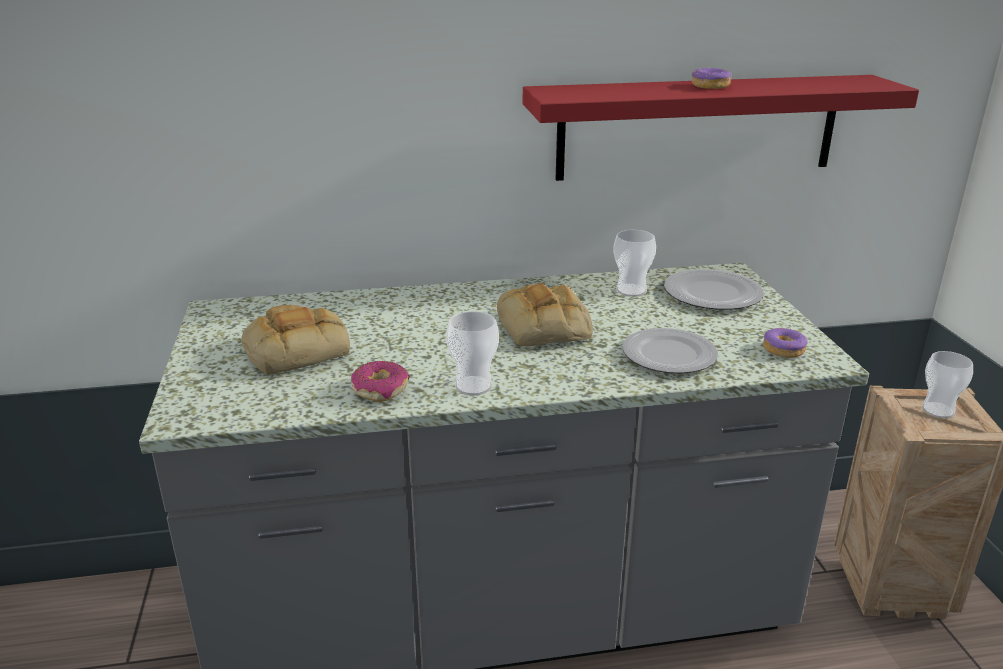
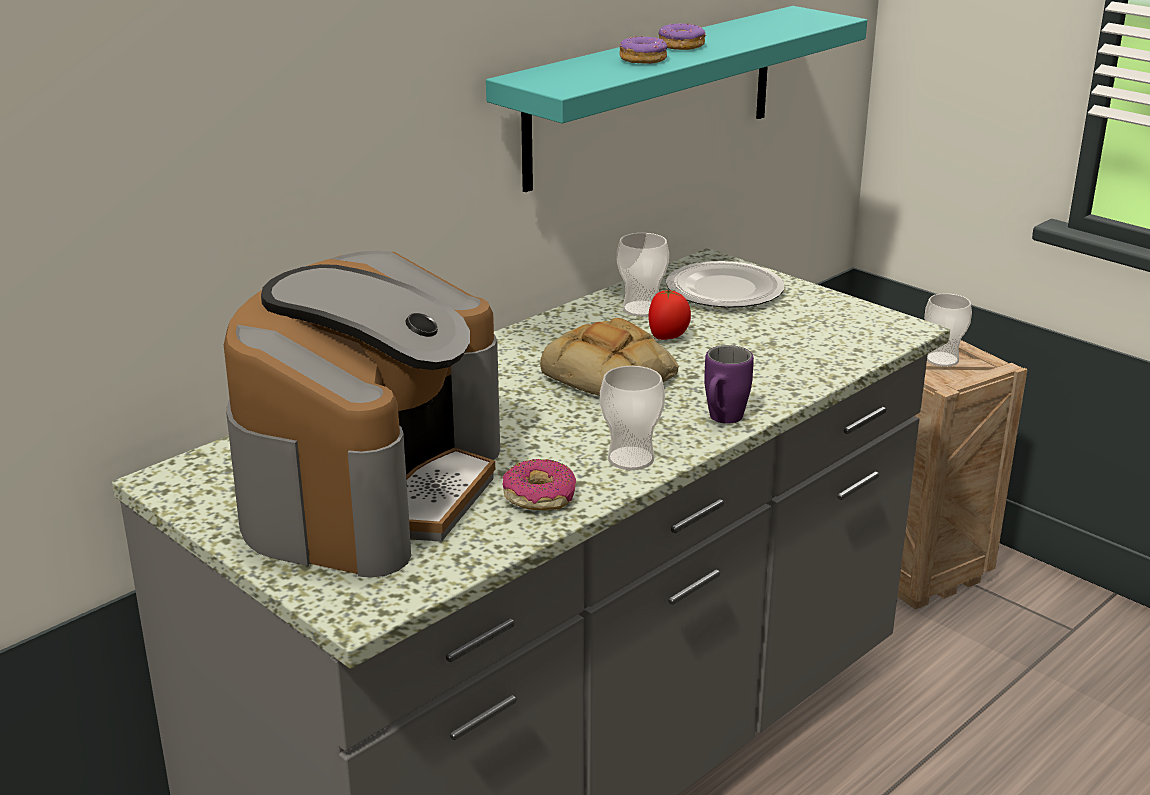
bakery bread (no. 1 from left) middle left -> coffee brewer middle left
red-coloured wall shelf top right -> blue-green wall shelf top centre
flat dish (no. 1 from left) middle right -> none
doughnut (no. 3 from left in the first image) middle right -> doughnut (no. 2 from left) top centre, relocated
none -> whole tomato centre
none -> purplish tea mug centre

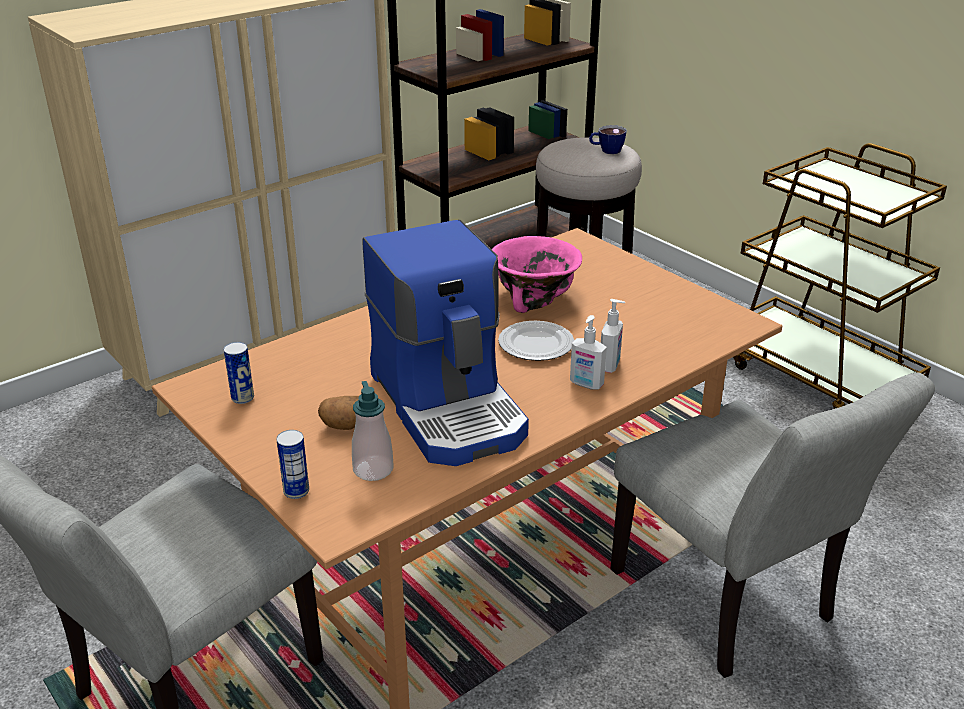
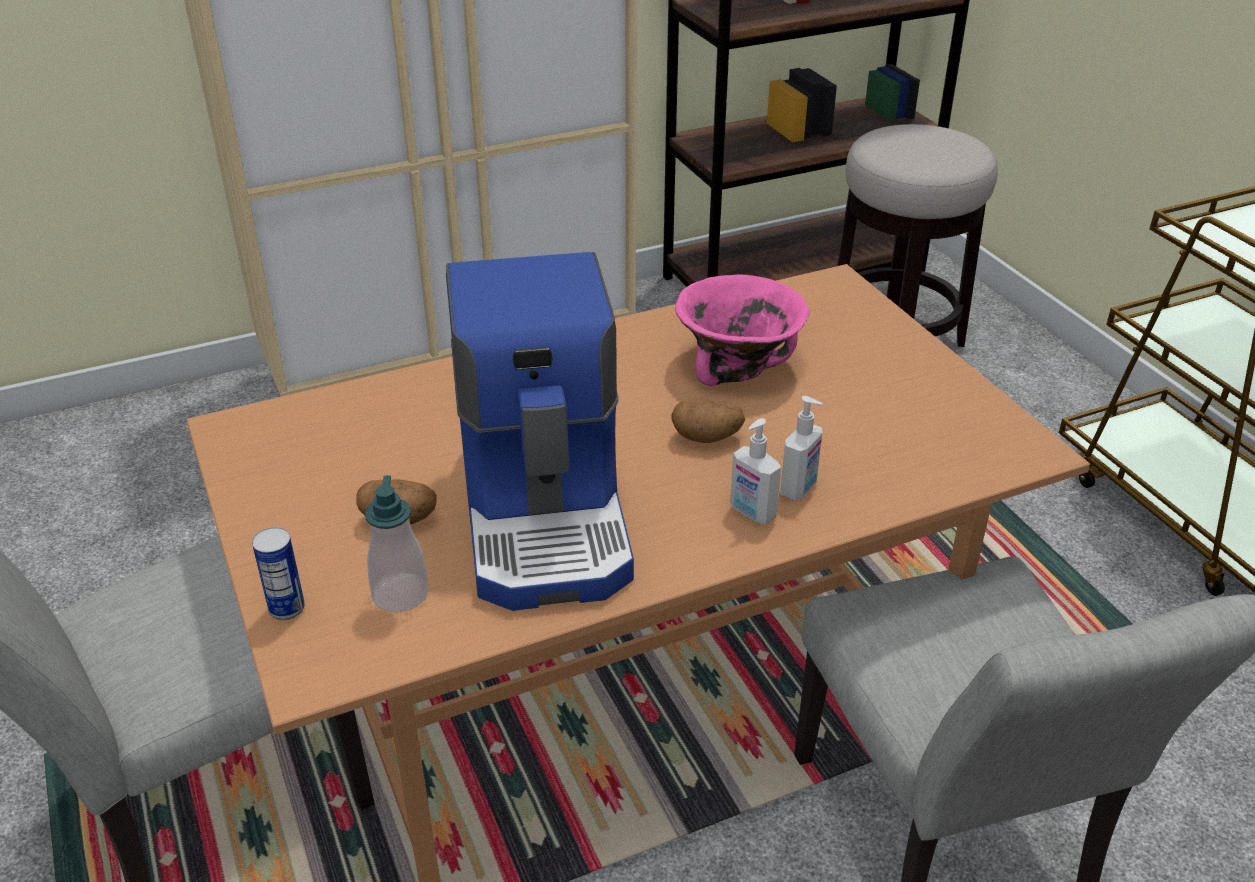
sealed can (no. 1 from left) middle left -> none
flat dish centre -> potato (no. 2 from left) centre
small cup top centre -> none

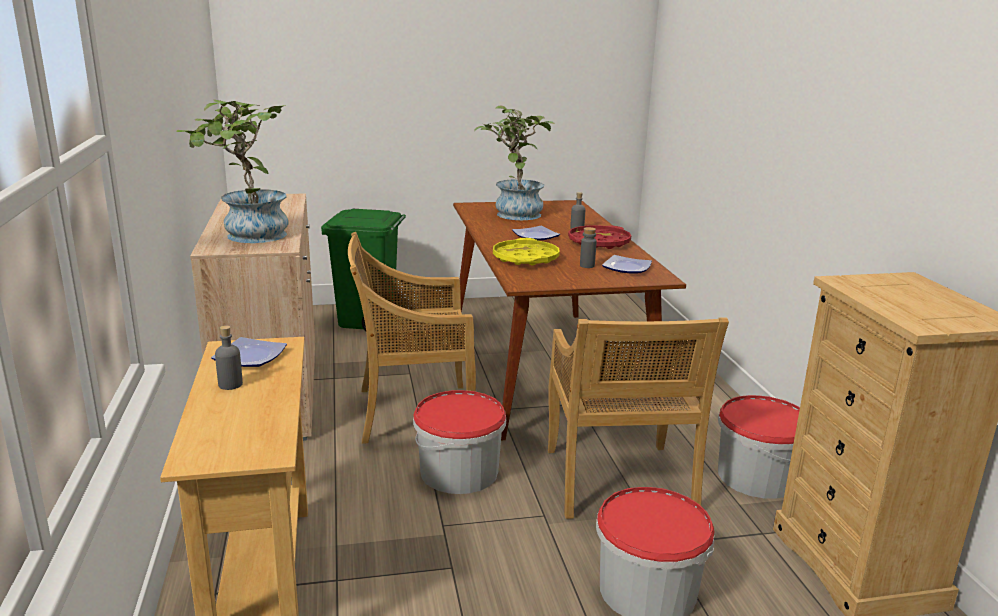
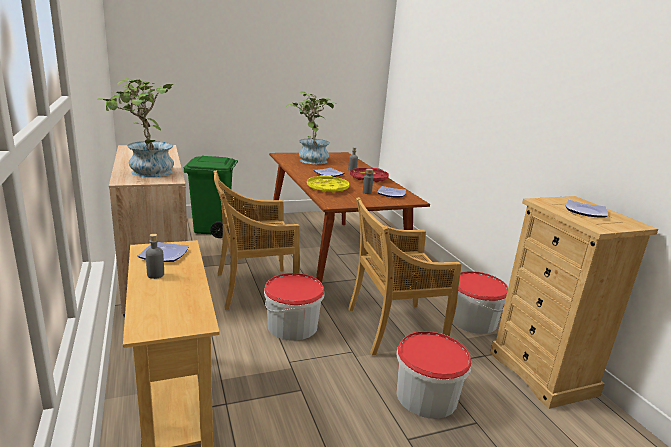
beige plain chair (no. 2 from left) bottom centre -> beige plain chair (no. 2 from left) centre, 90 degrees clockwise
none -> flat dish (no. 4 from left) middle right

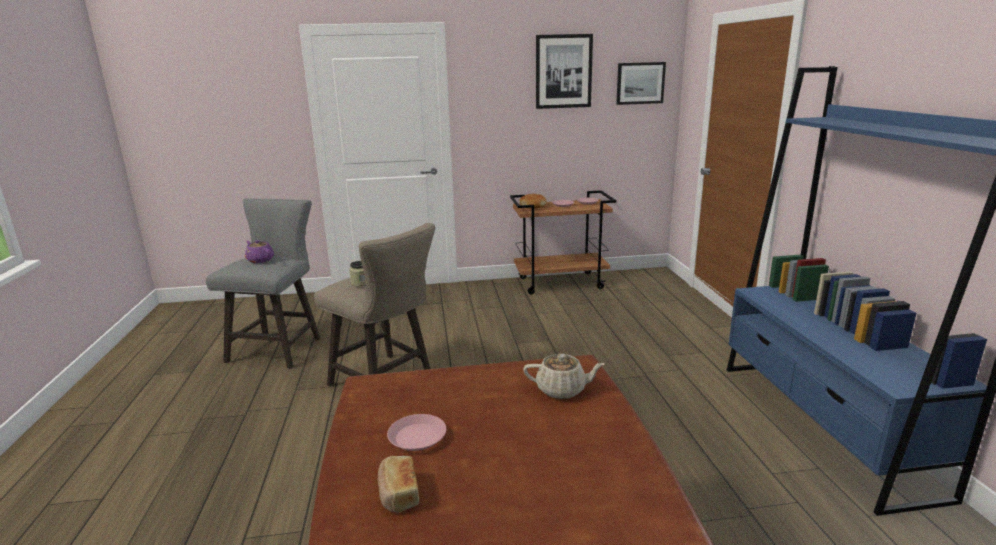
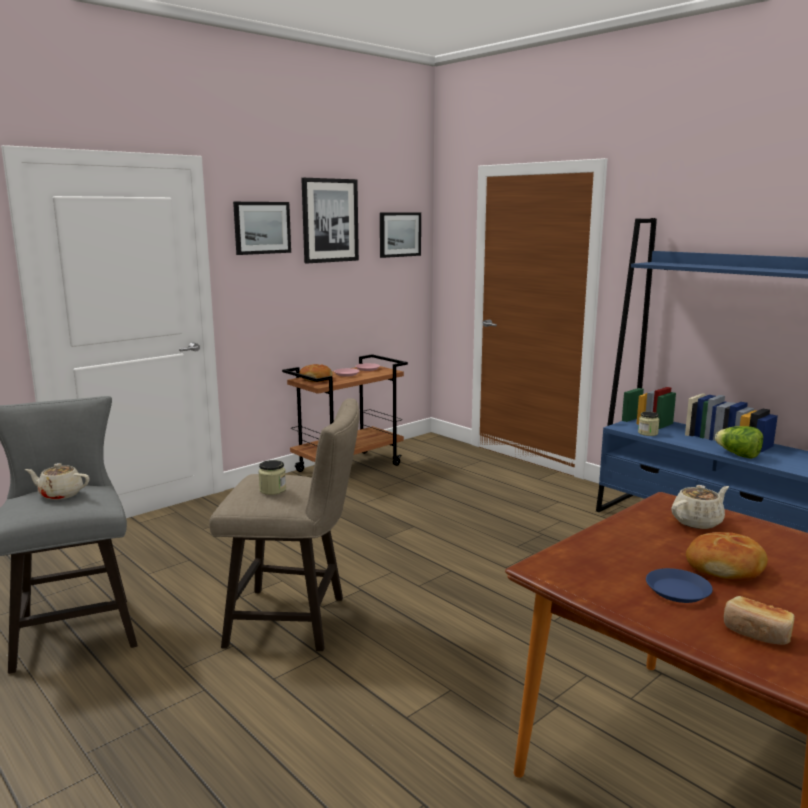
purplish tea pot middle left -> beige tea pot (no. 1 from left) middle left
pinkish flat dish (no. 1 from left) bottom centre -> bluish flat dish bottom right
none -> picture (no. 1 from left) top left
none -> storage jar (no. 2 from left) middle right
none -> bakery bread (no. 2 from left) bottom right
none -> head of lettuce middle right

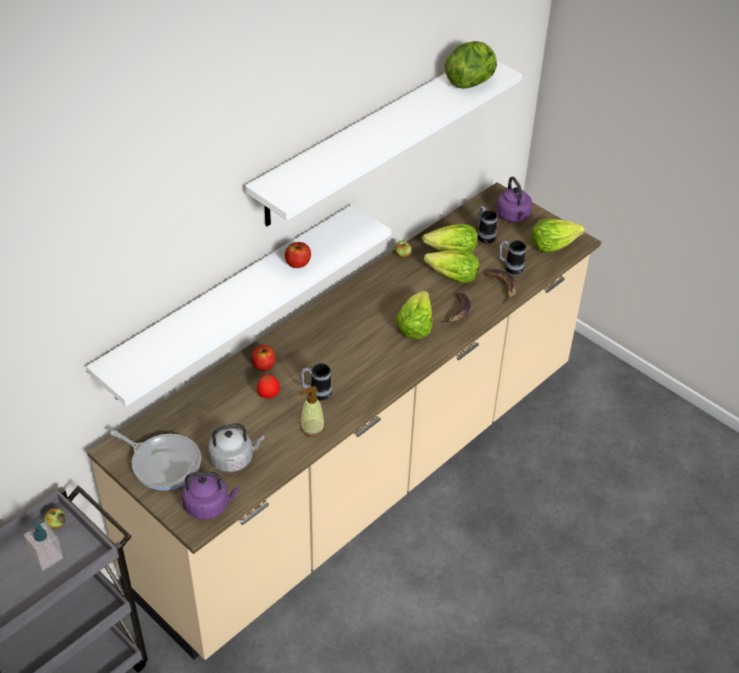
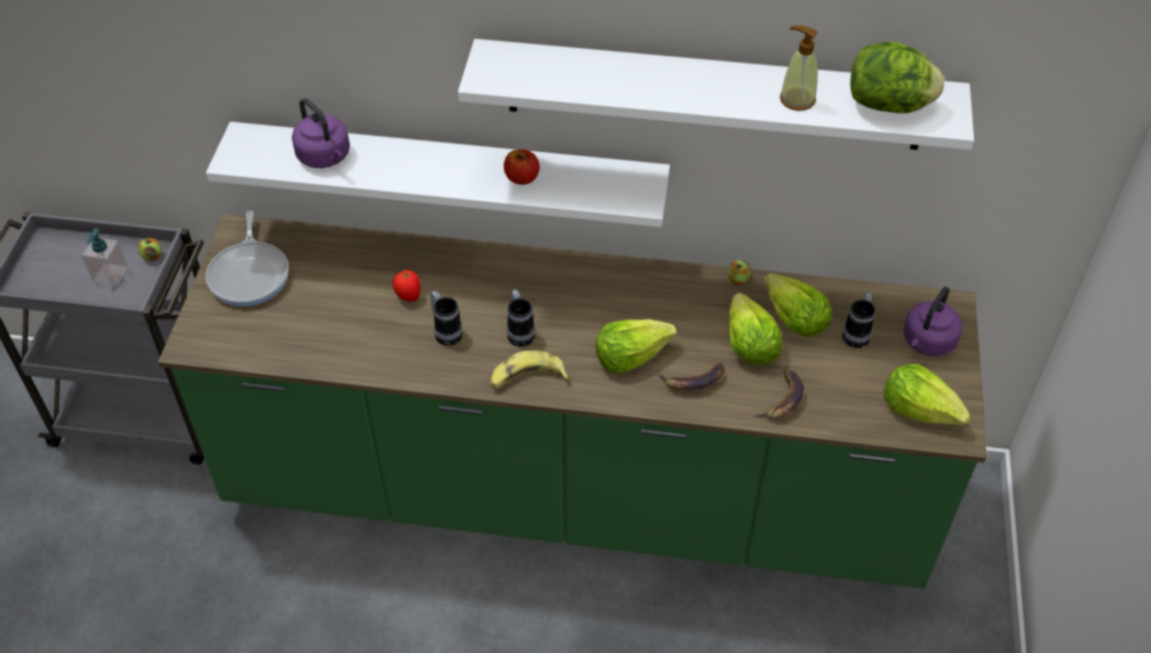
beige kitchen counter centre -> green-coloured kitchen counter centre
purplish water kettle (no. 1 from left) bottom left -> purplish water kettle (no. 1 from left) top left, relocated
gray water kettle middle left -> none
apple fruit (no. 2 from left) centre -> none
soap bottle (no. 2 from left) centre -> soap bottle (no. 2 from left) top right, relocated
tea mug (no. 3 from left in the first image) middle right -> tea mug (no. 2 from left) centre, relocated
none -> banana (no. 1 from left) centre

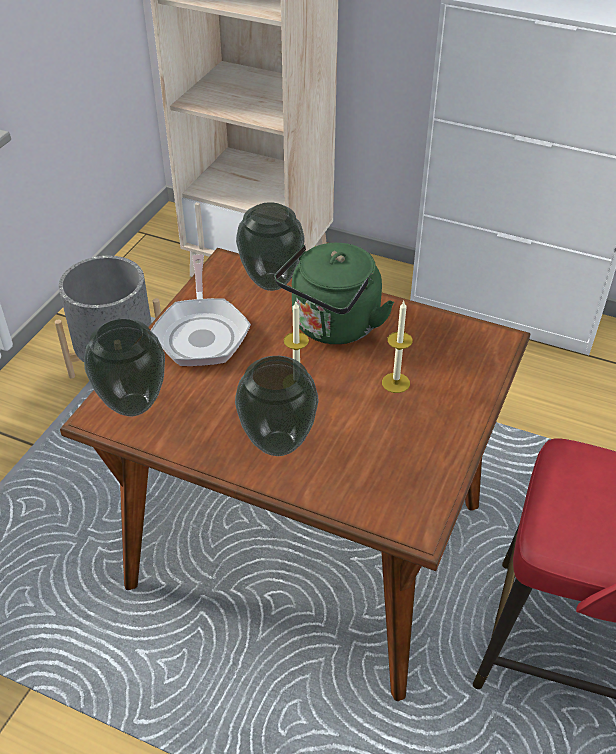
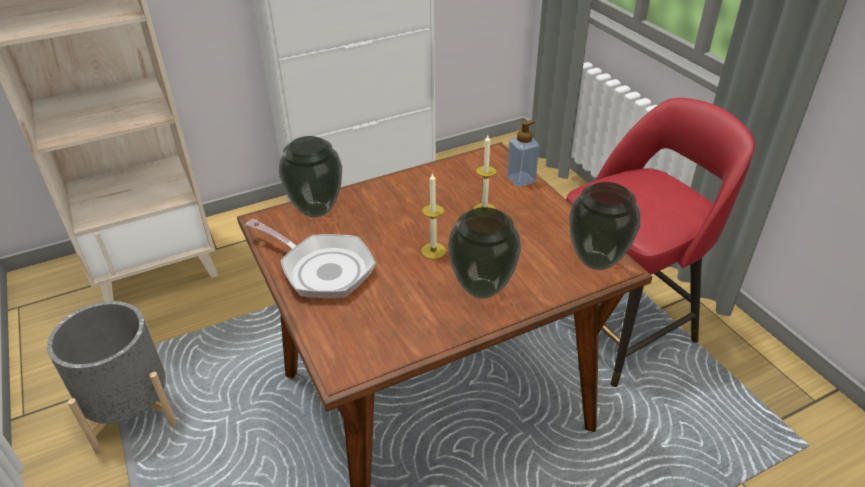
vase (no. 1 from left in the first image) middle left -> vase (no. 3 from left) middle right, relocated
green-coloured water kettle centre -> none
none -> soap bottle top centre

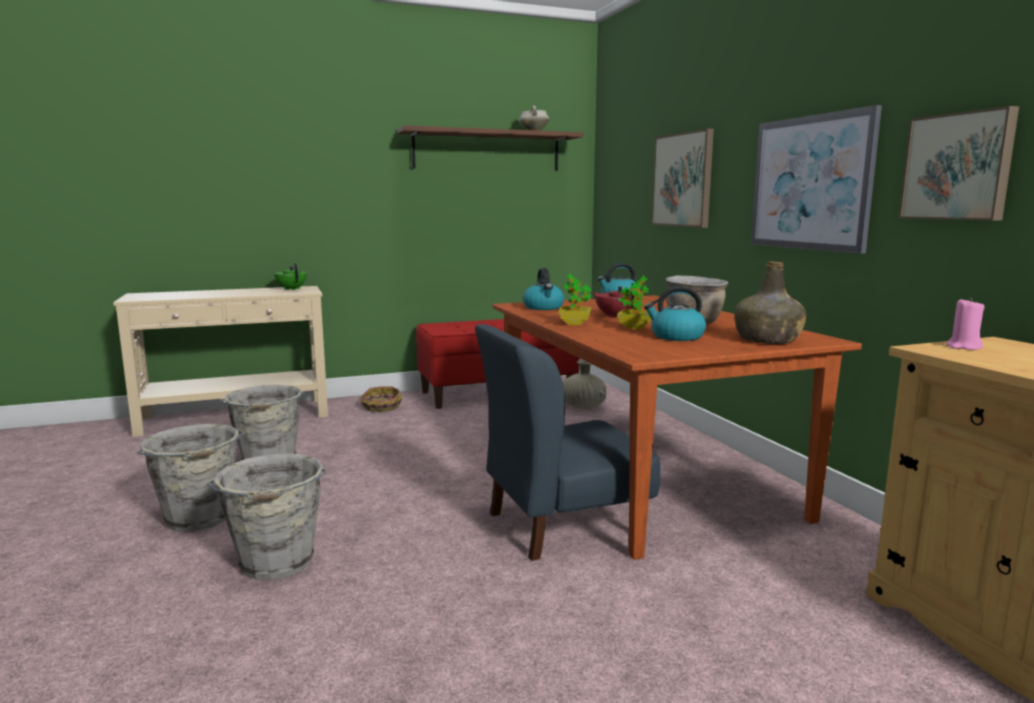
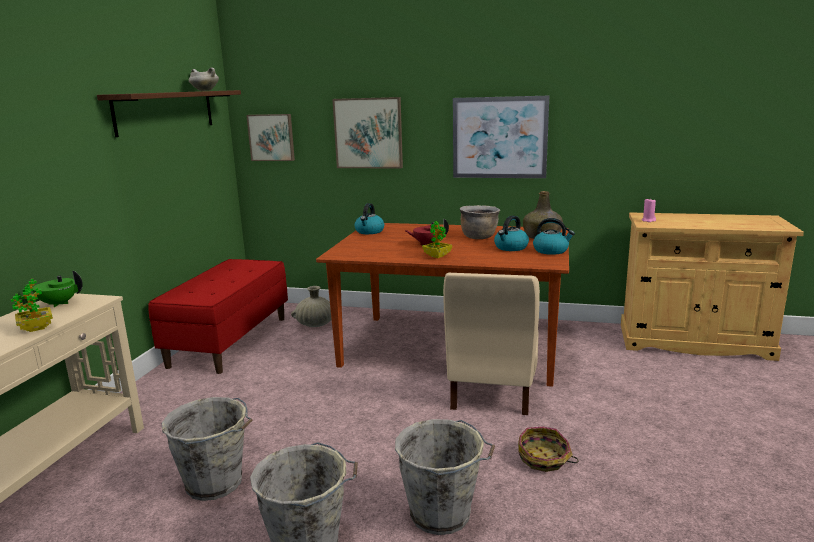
storage basket centre -> storage basket bottom right, relocated
bluish plain chair centre -> beige plain chair centre
water kettle (no. 1 from left in the first image) centre -> water kettle (no. 3 from left) middle right, relocated
plant in a pot (no. 2 from left in the first image) centre -> plant in a pot (no. 1 from left) middle left, relocated
picture (no. 3 from left in the first image) top right -> picture (no. 1 from left) top left, relocated

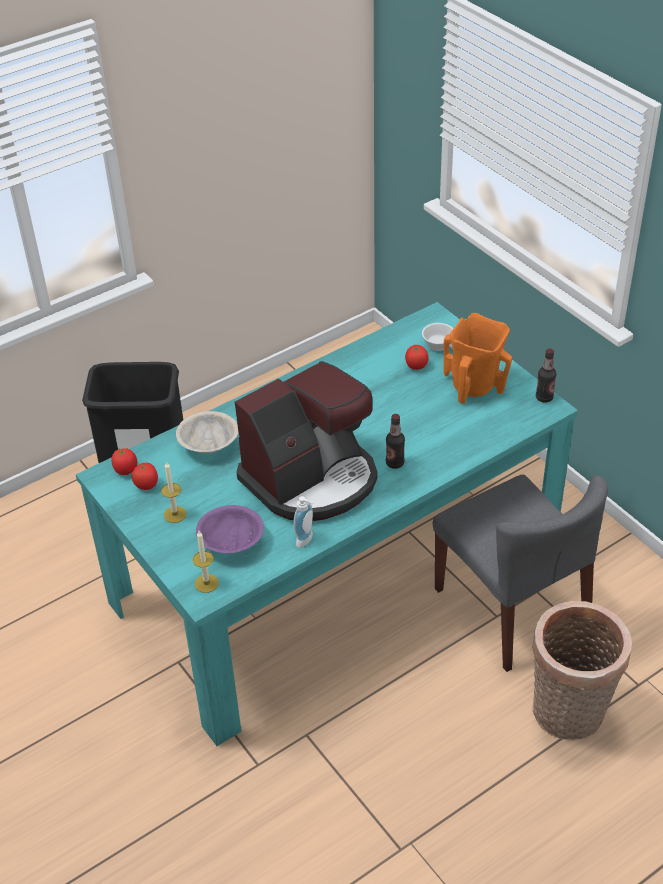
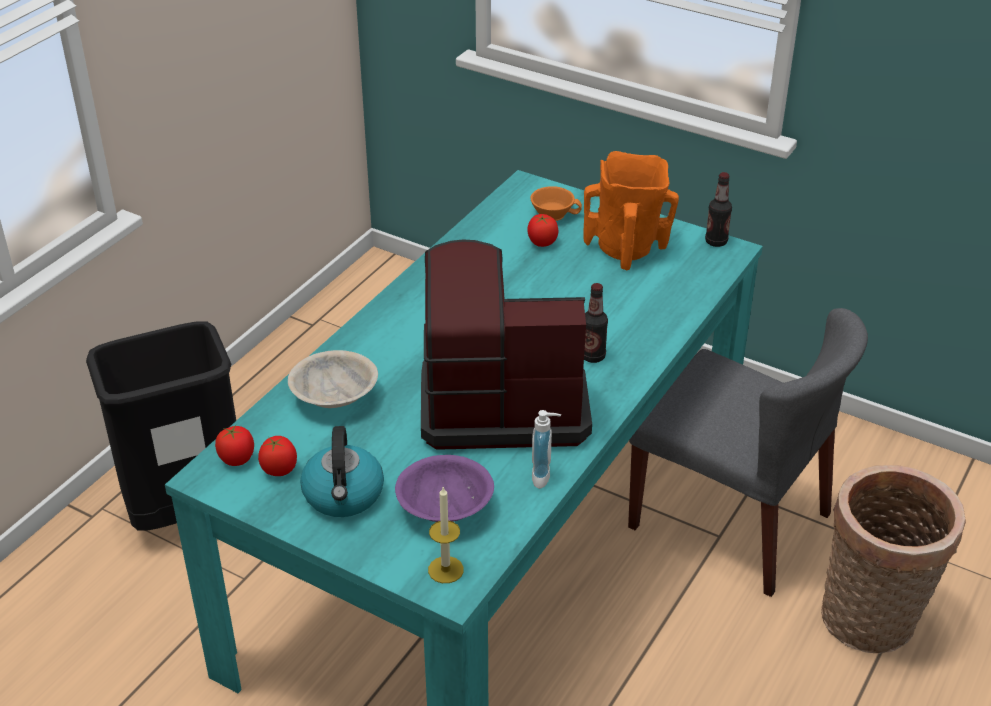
wax candle (no. 1 from left) middle left -> water kettle bottom centre
coffee brewer centre, 120 degrees counterclockwise
white-coloured small cup centre -> orangey small cup top centre

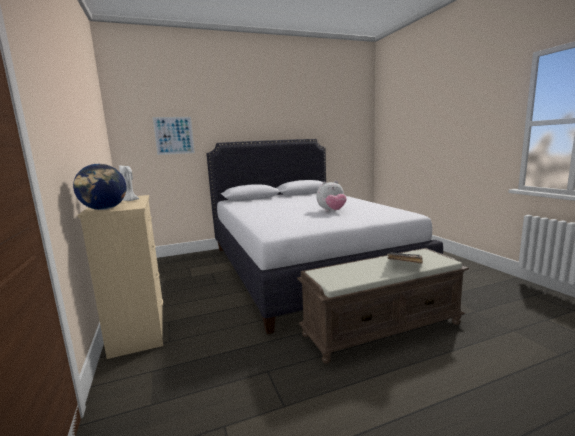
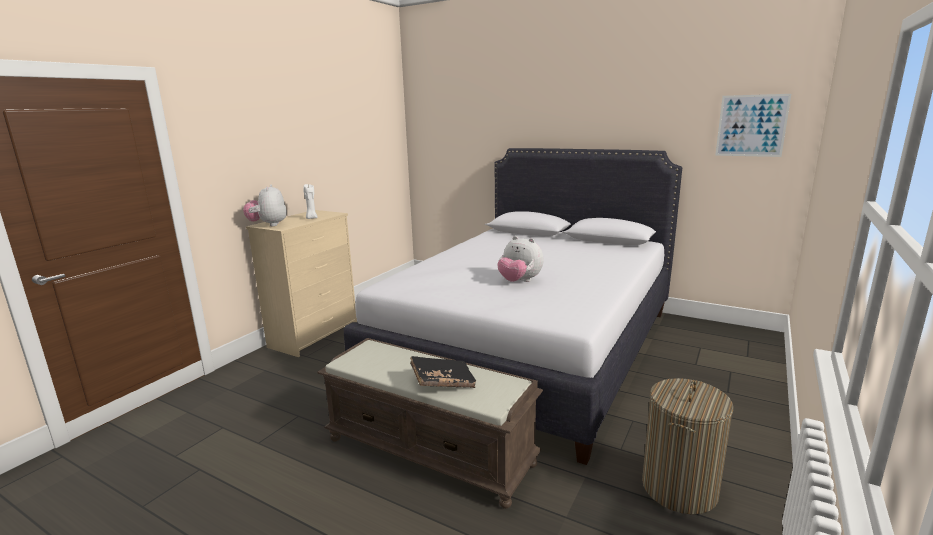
globe middle left -> soft toy (no. 1 from left) middle left
picture top left -> picture top right, relocated
none -> washing basket bottom right

